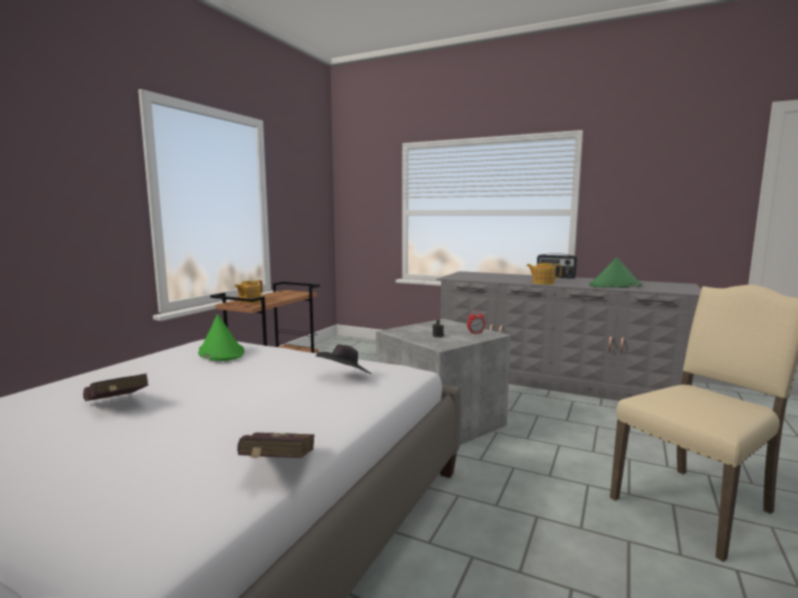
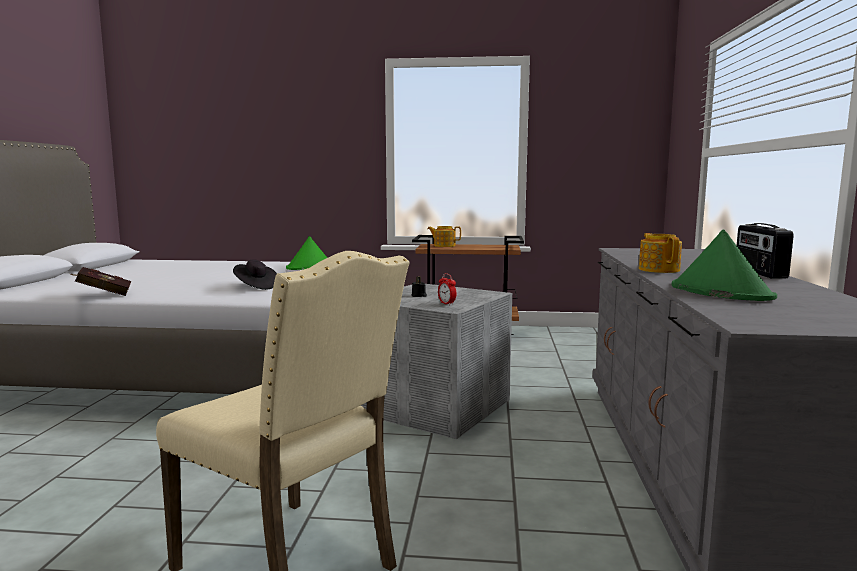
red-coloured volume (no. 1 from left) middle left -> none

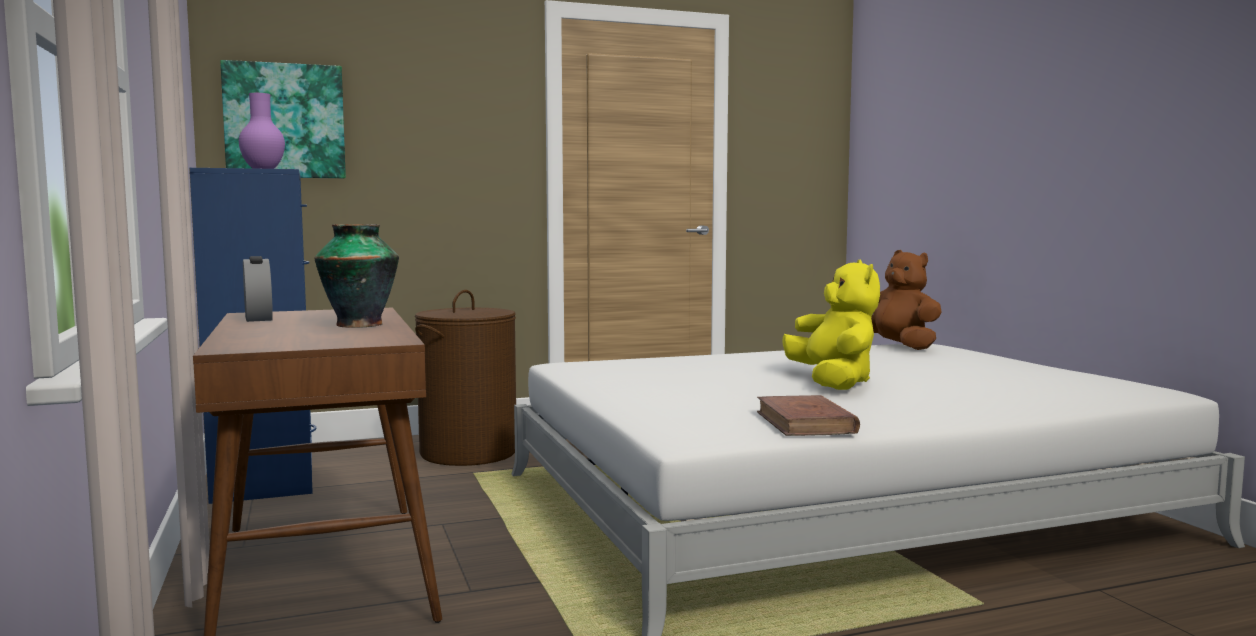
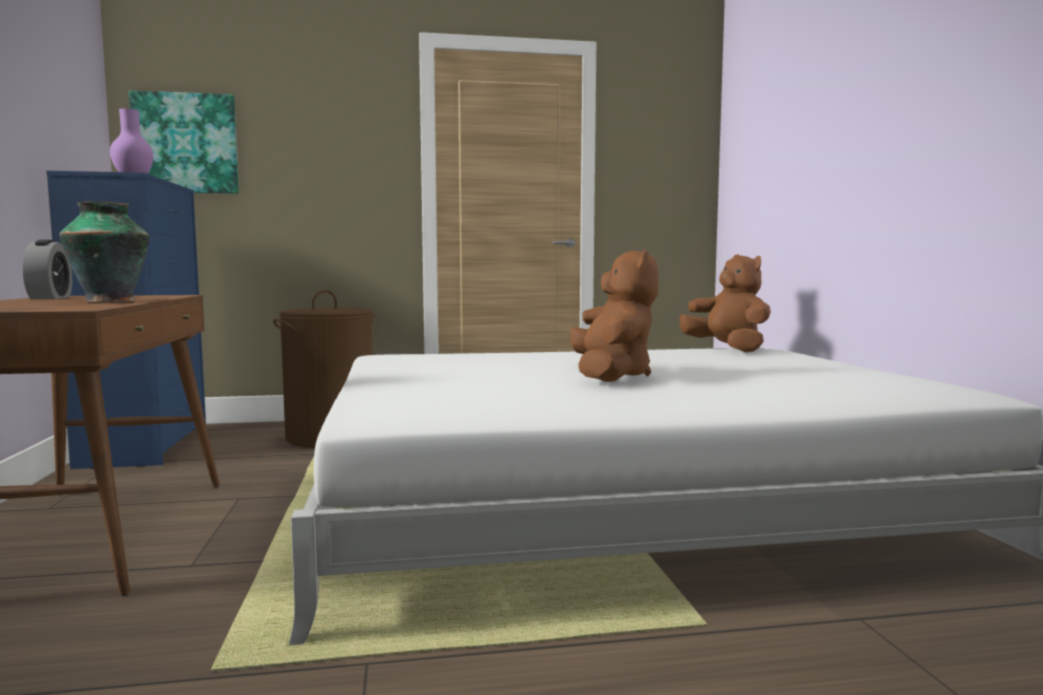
brownish volume centre -> none
yellow soft toy centre -> brownish soft toy (no. 1 from left) centre

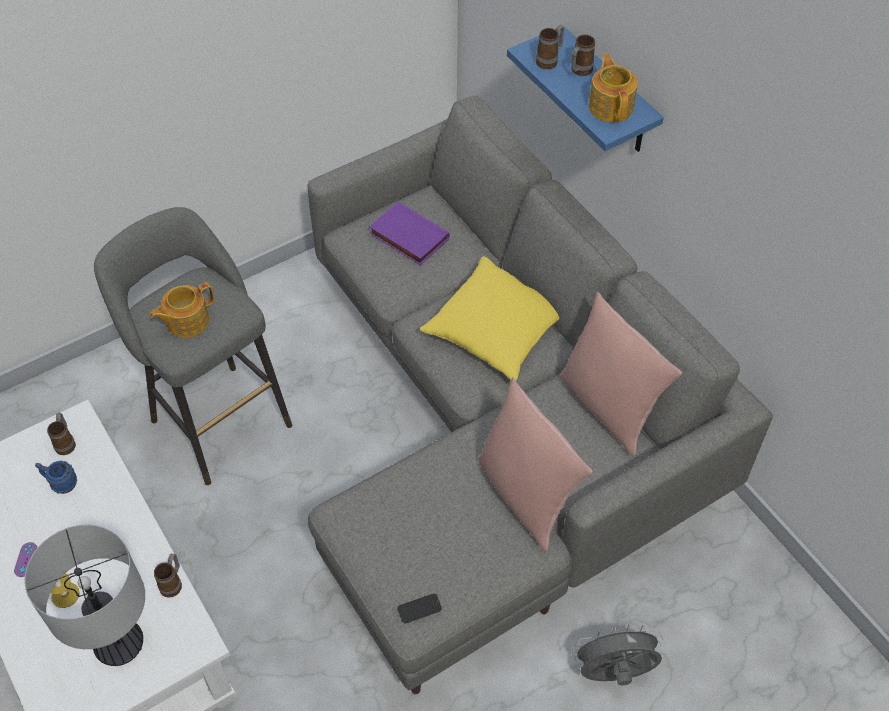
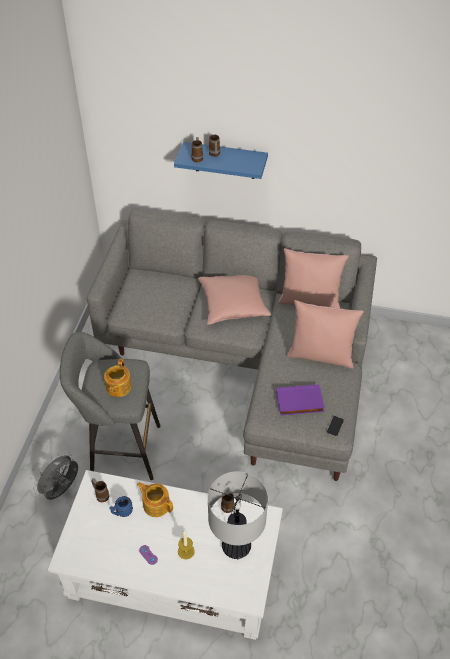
purplish volume top centre -> purplish volume middle right, relocated
yellow pillow centre -> pinkish pillow (no. 1 from left) centre
gray cooling fan bottom right -> gray cooling fan bottom left, relocated
tea pot (no. 2 from left) top right -> tea pot (no. 2 from left) bottom centre, relocated

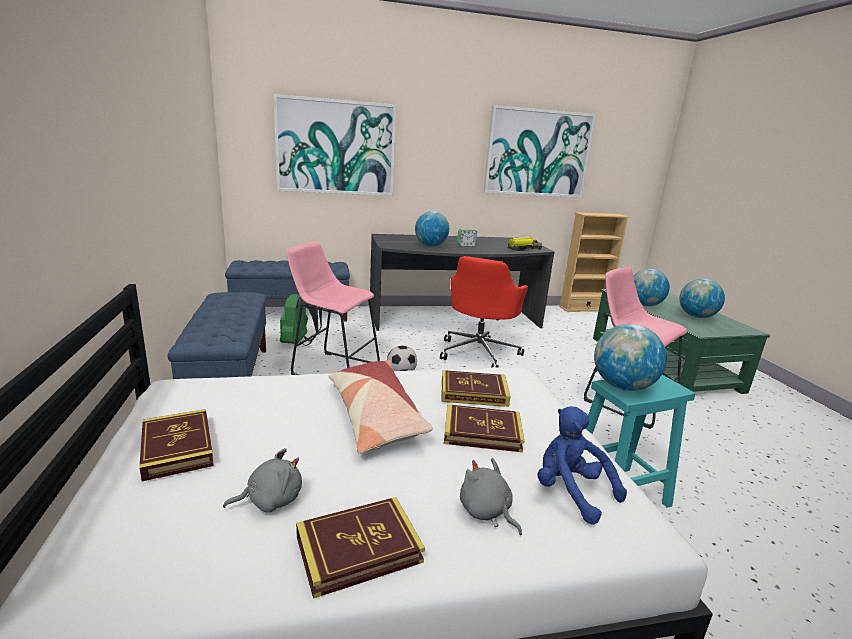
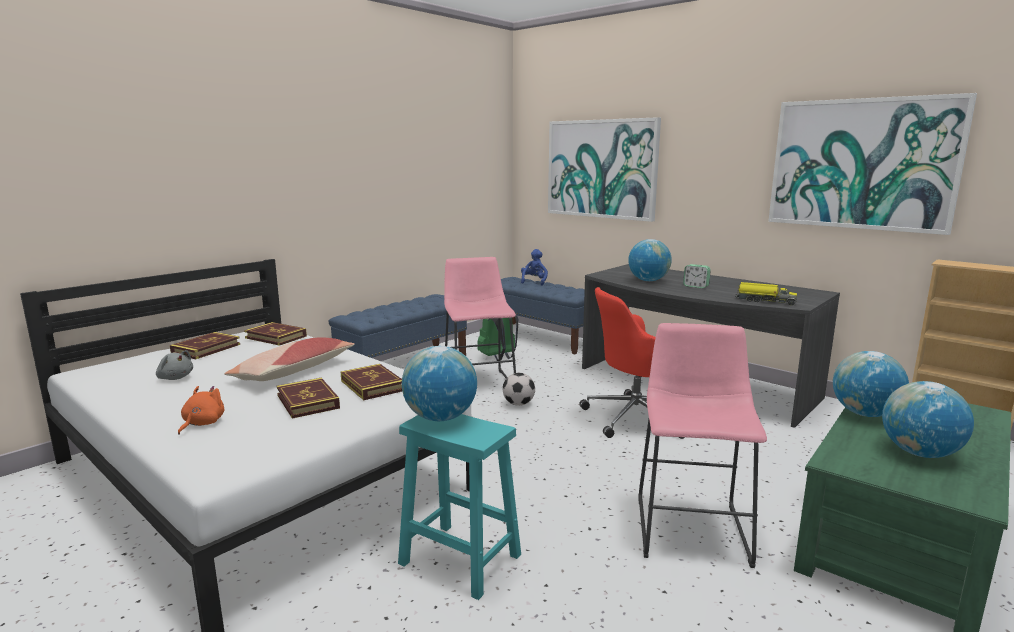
volume (no. 2 from left) bottom centre -> volume (no. 2 from left) middle left, relocated
gray soft toy (no. 2 from left) bottom centre -> orangey soft toy middle left
bluish soft toy bottom right -> bluish soft toy centre, relocated

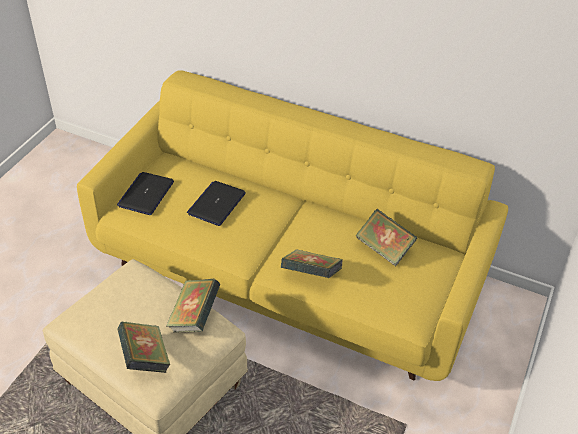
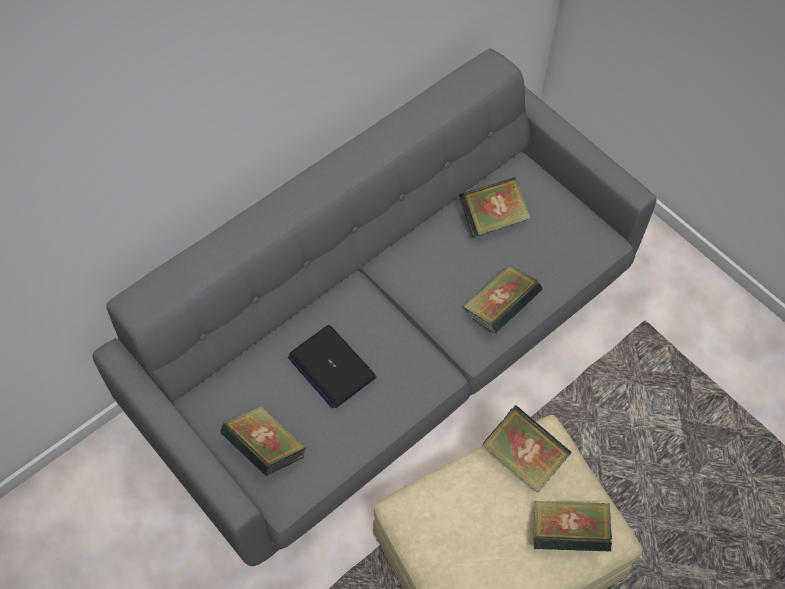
yellow couch centre -> gray couch centre
notebook computer (no. 1 from left) middle left -> volume (no. 1 from left) bottom centre

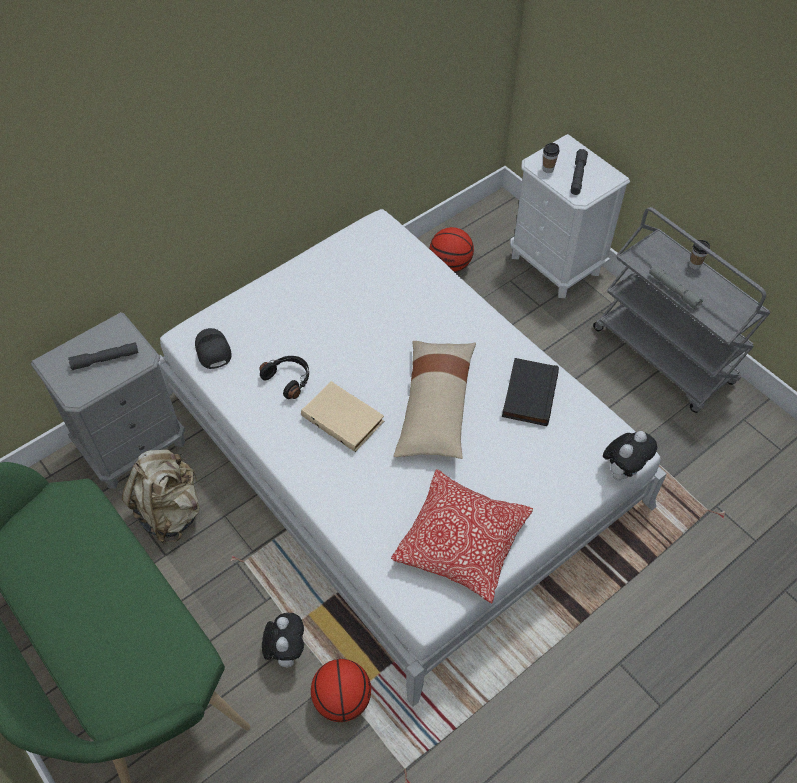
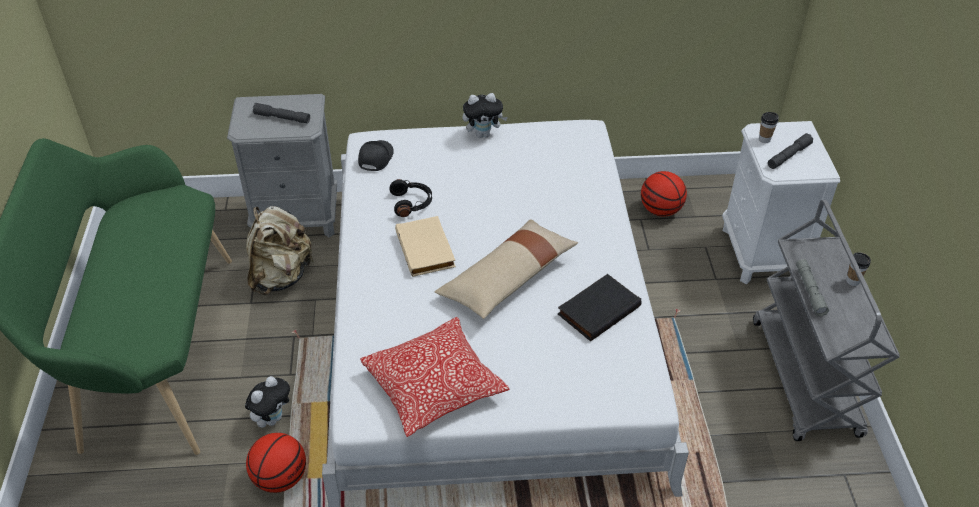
soft toy (no. 2 from left) middle right -> soft toy (no. 2 from left) top centre, relocated

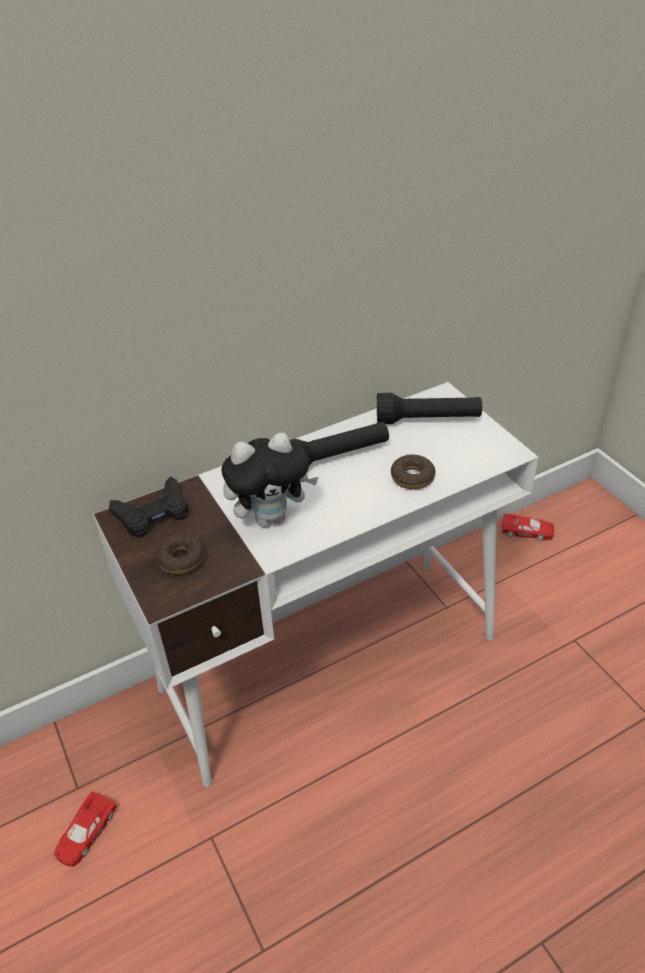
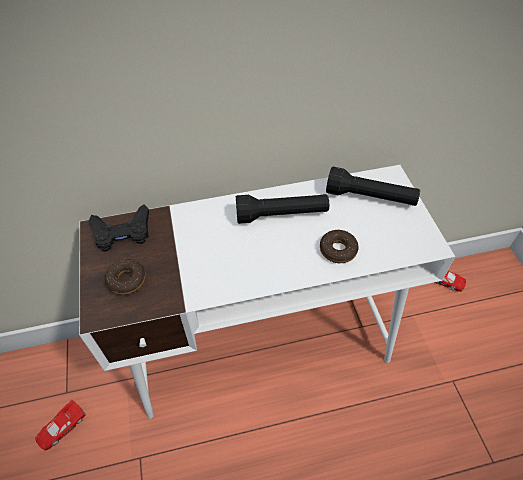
soft toy centre -> none

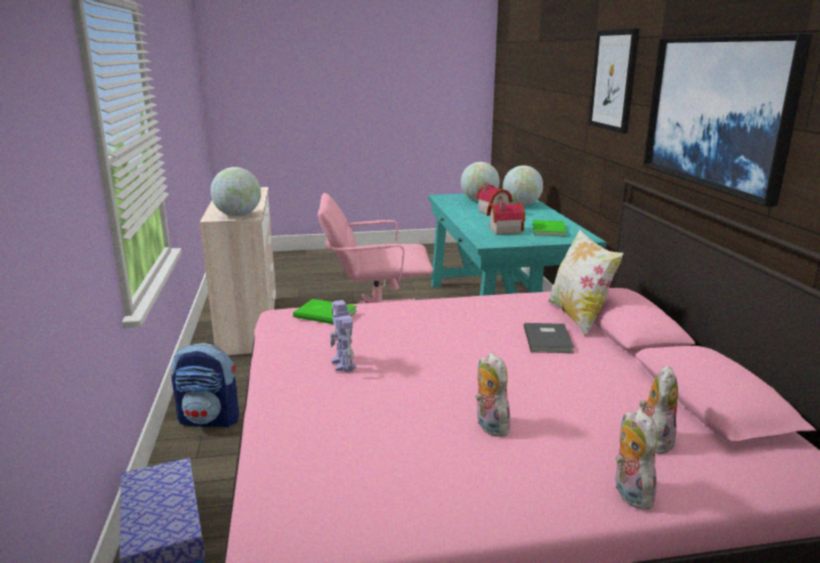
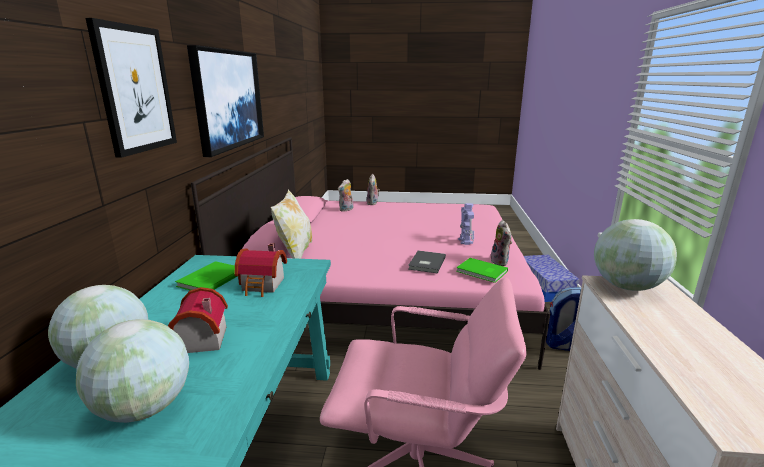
soft toy (no. 1 from left in the first image) bottom centre -> soft toy (no. 3 from left) centre, relocated
gray volume middle right -> gray volume centre, relocated

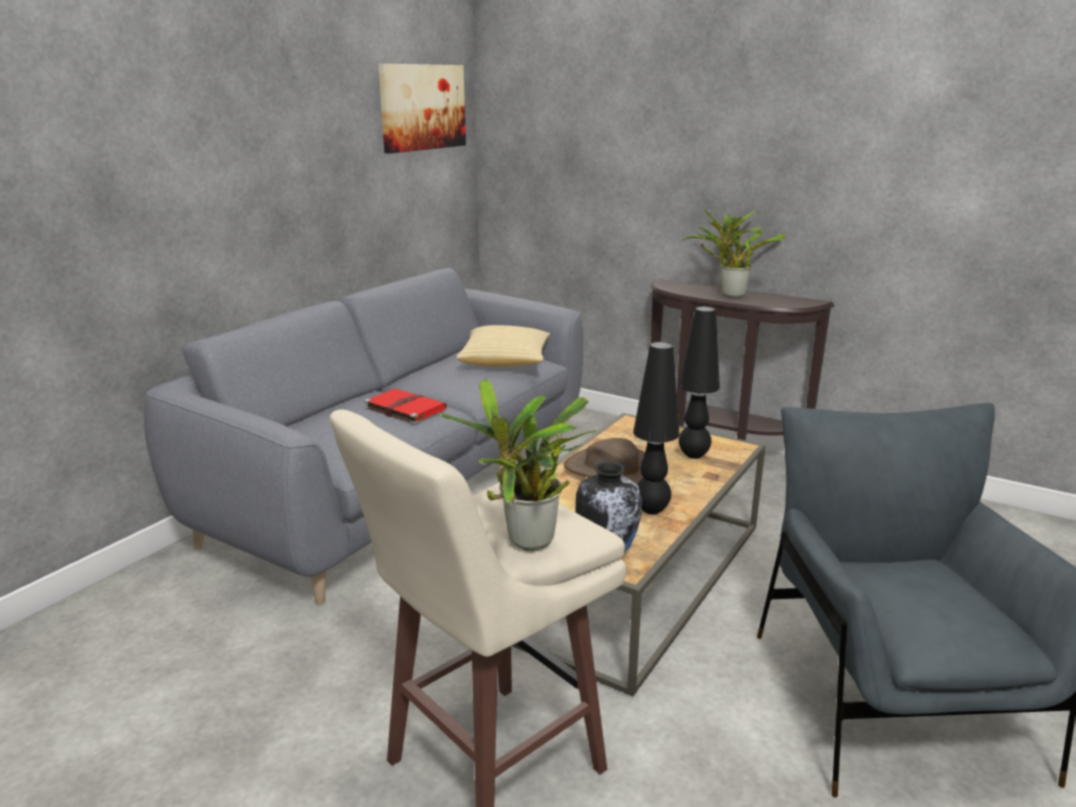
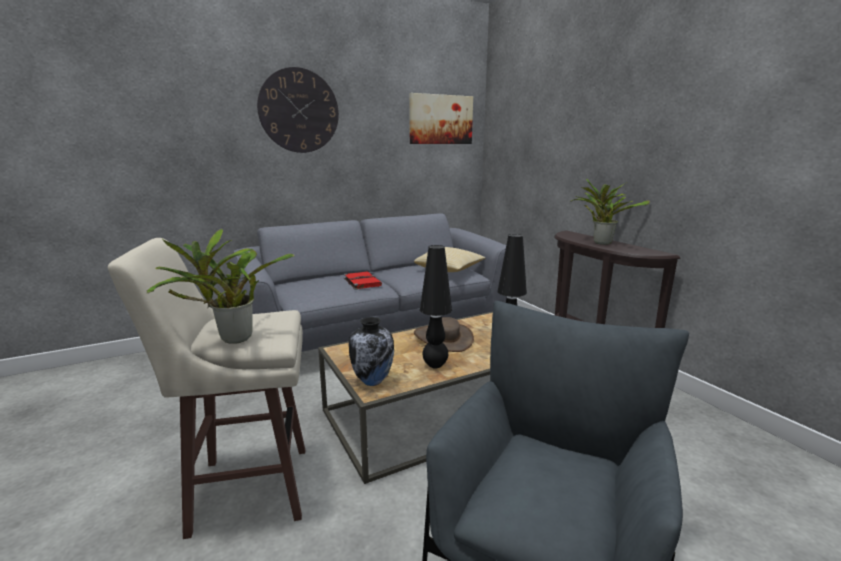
none -> clock on the wall top centre

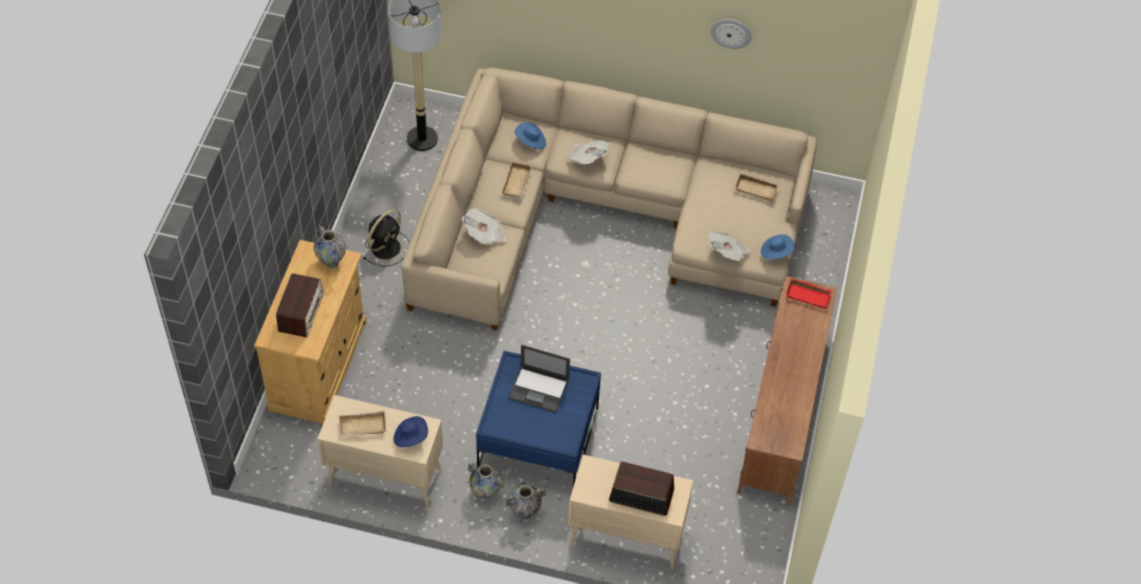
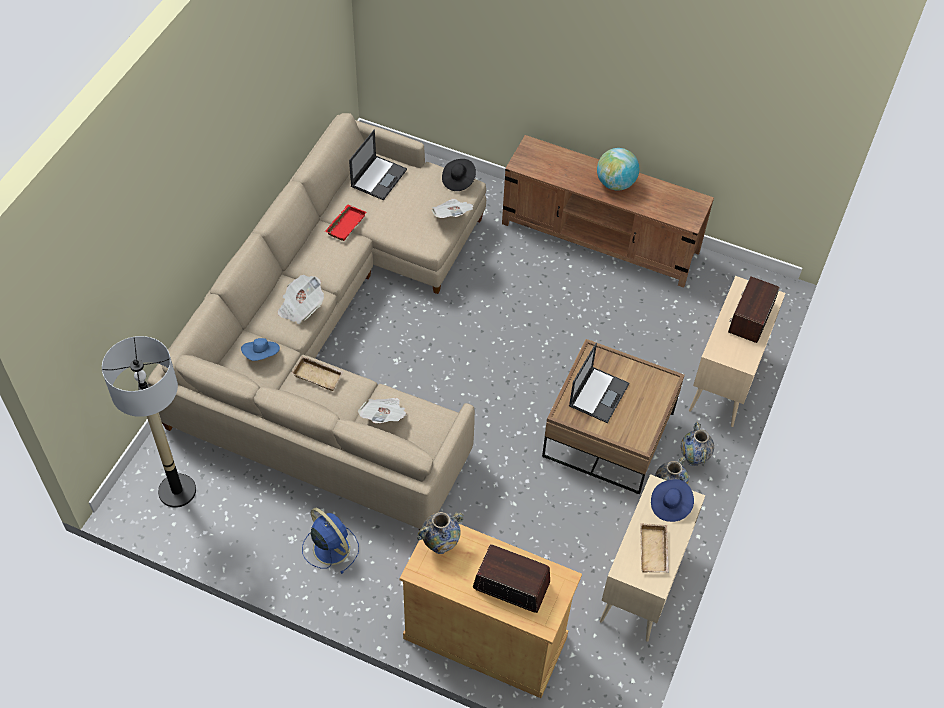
black cooling fan centre -> bluish cooling fan bottom centre
bluish coffee table bottom centre -> brownish coffee table centre
clock on the wall top centre -> none
beige carrying tray (no. 3 from left) top centre -> notebook computer (no. 1 from left) top centre
bluish clothing hat (no. 3 from left) middle right -> black clothing hat top centre
red-coloured carrying tray middle right -> red-coloured carrying tray top centre, relocated
none -> globe top centre

